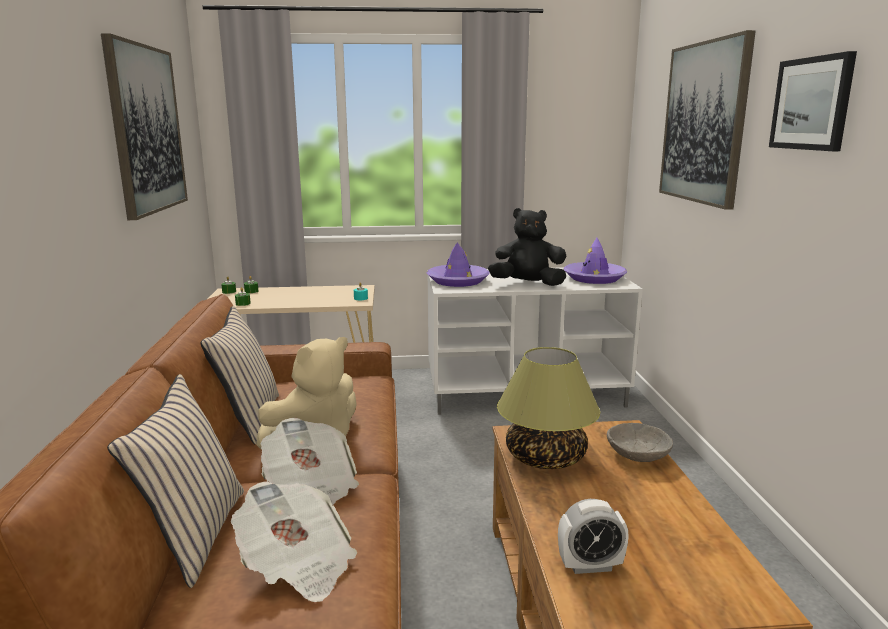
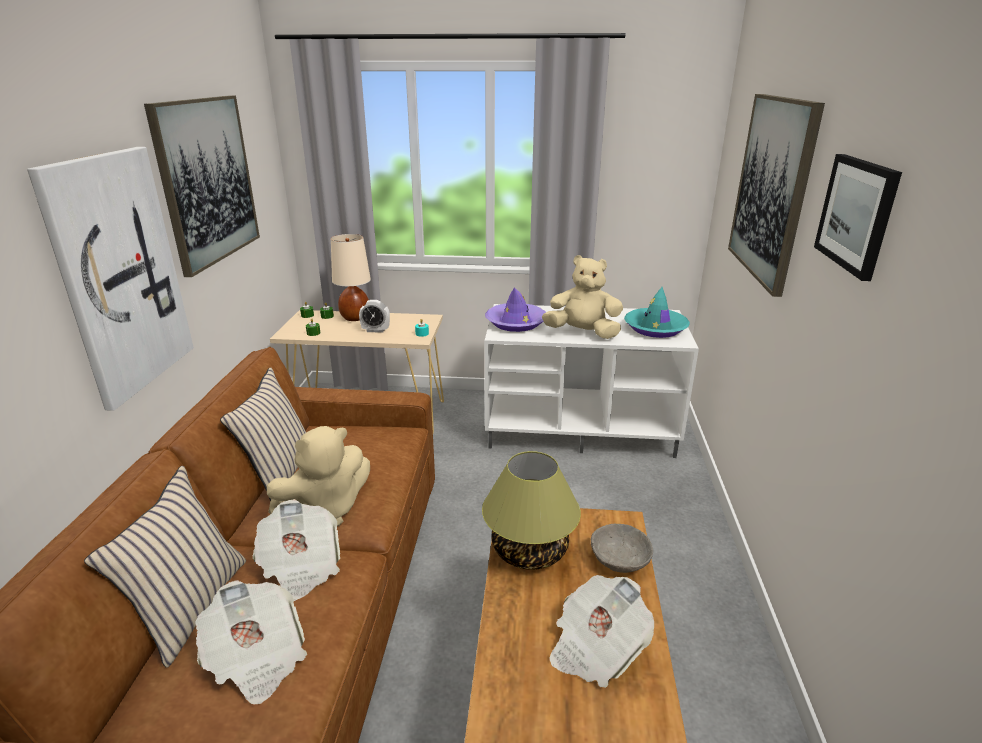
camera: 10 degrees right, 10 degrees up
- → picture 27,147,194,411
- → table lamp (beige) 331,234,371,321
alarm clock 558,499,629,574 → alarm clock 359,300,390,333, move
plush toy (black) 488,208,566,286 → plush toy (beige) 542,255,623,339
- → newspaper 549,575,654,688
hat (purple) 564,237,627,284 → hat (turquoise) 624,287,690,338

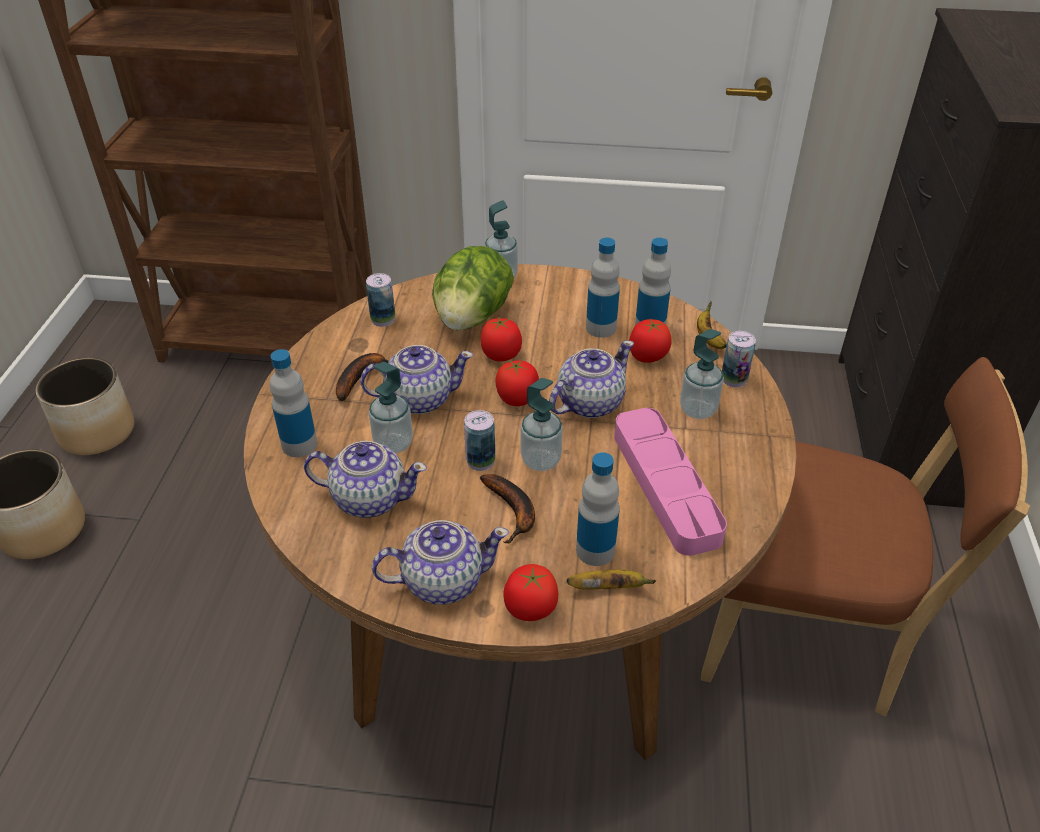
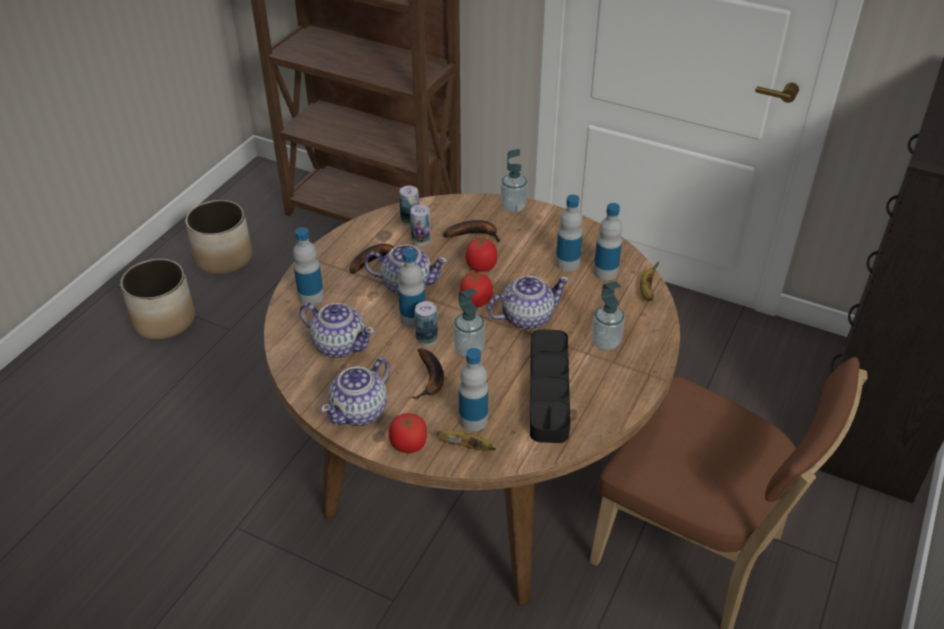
camera: 20 degrees right, 0 degrees up
teapot 372,520,509,604 → teapot 321,358,391,426, 120 degrees clockwise
- → bottle 398,248,425,328
can 722,331,756,388 → can 410,205,431,246, move
lettuce 432,246,514,331 → banana 443,220,500,242
tray (pink) 614,408,727,556 → tray (black) 530,329,570,443
soap dispenser 369,362,413,453 → -
tomato 629,318,672,363 → -

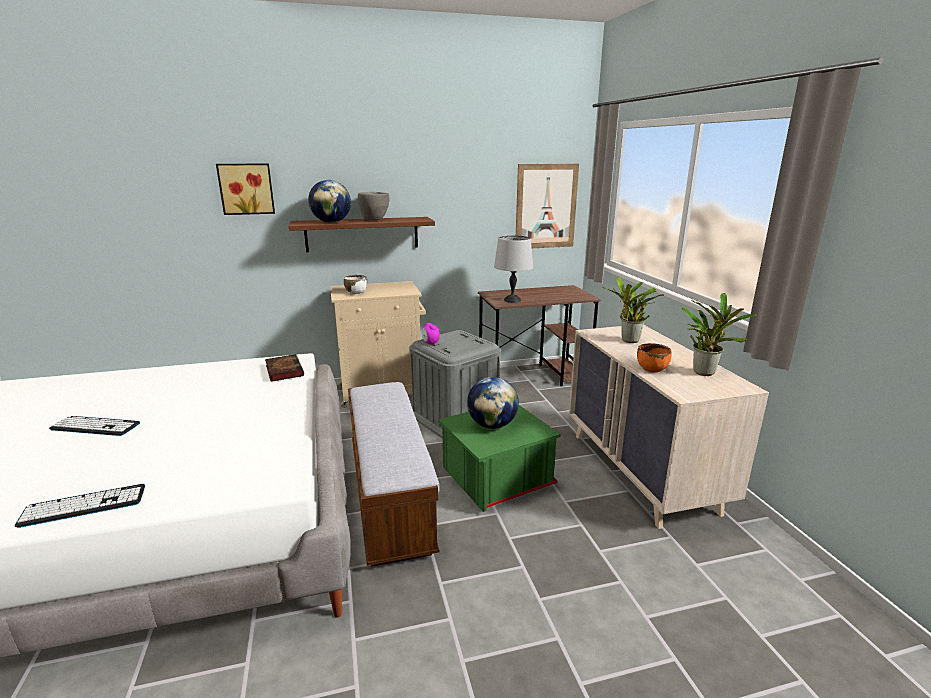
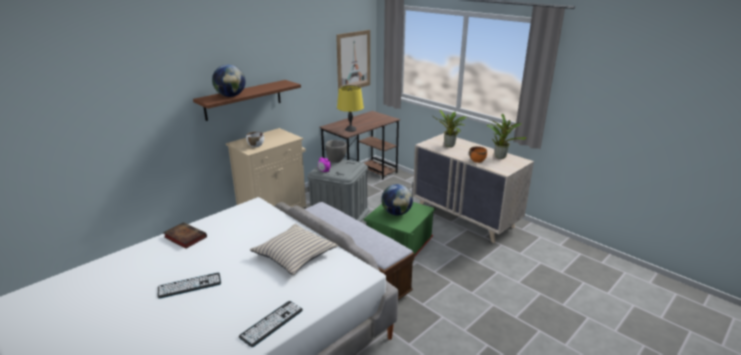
camera: 30 degrees left, 5 degrees up
book 265,354,304,382 → book 163,222,207,249, move
- → pillow (beige) 250,224,338,275
bowl (grey) 358,192,389,221 → bowl (grey) 325,140,347,162, move
table lamp (grey) 494,235,533,303 → table lamp (yellow) 337,85,364,132
picture 216,163,275,215 → -

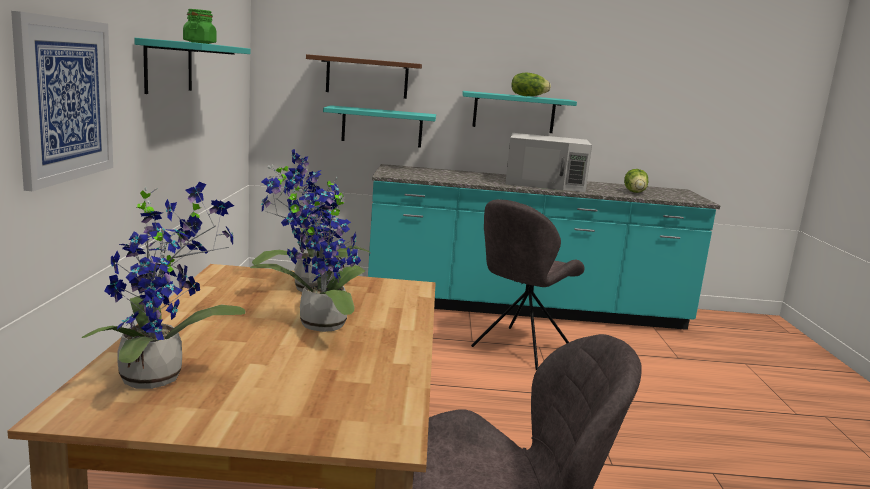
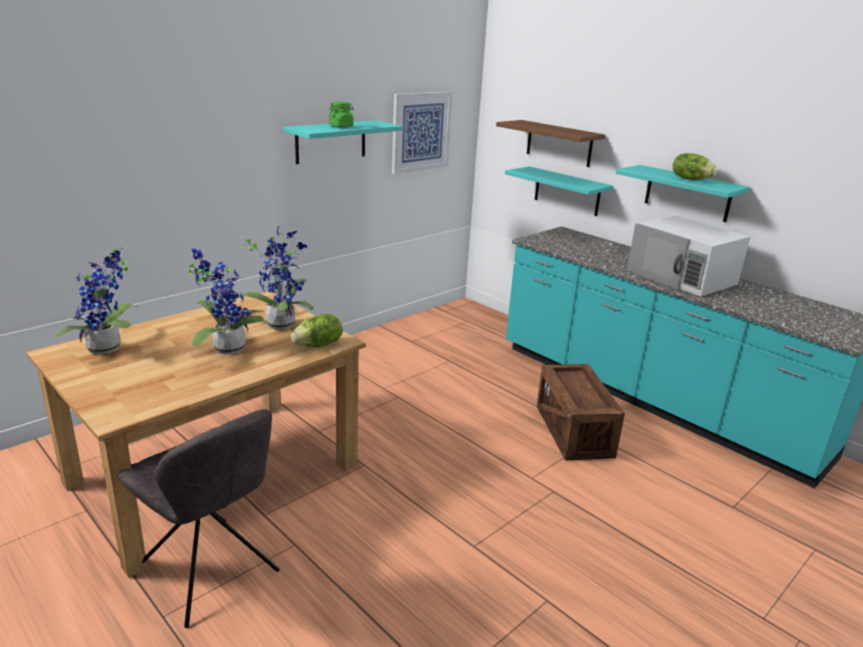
camera: 45 degrees right, 10 degrees up
lettuce 624,169,648,193 → lettuce 291,314,343,347, move
picture 11,11,113,191 → picture 392,92,453,174, move
chair (grey) 471,199,584,370 → crate 537,364,625,460

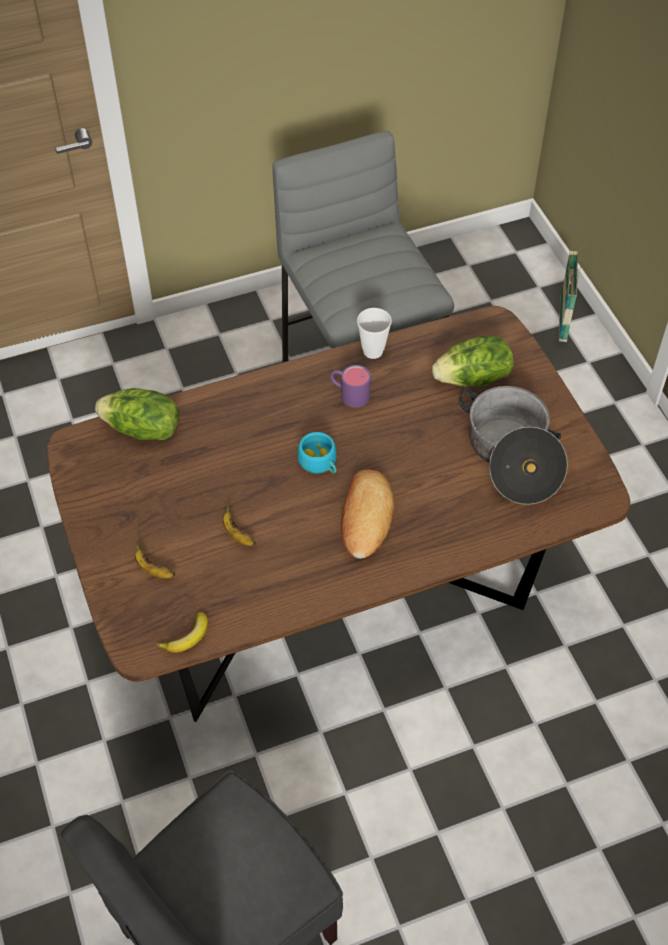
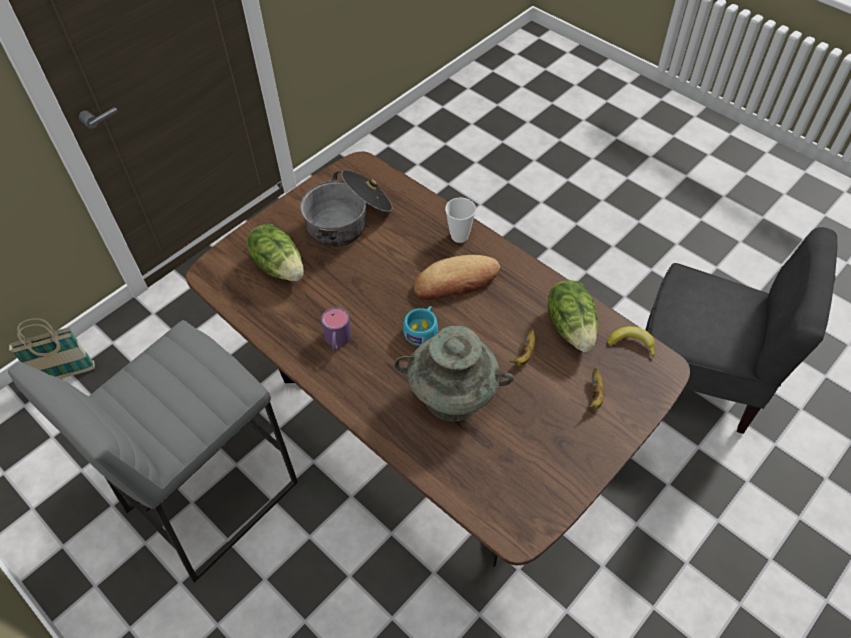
camera: 115 degrees left, 0 degrees up
- → vase (turquoise) 394,326,514,421
cup 357,308,392,359 → cup 445,198,476,243, move
lettuce 95,388,179,440 → lettuce 548,280,598,352, move

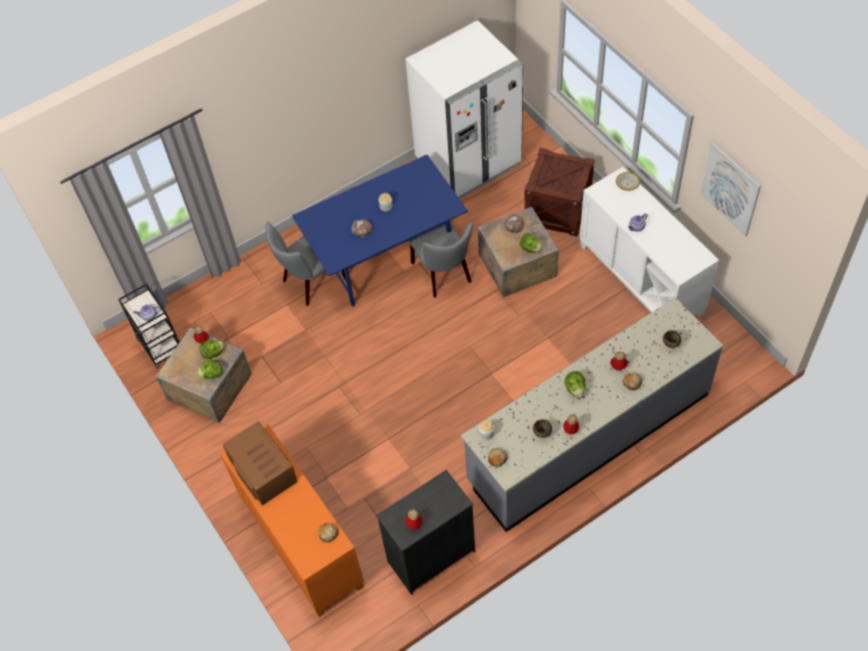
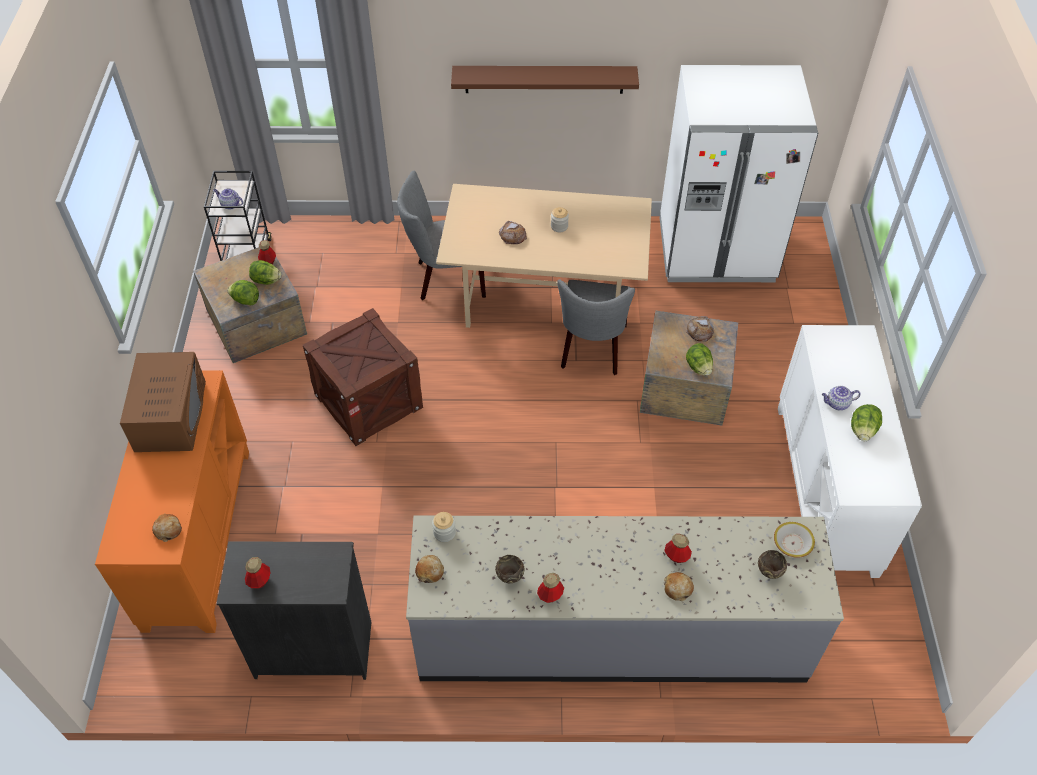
camera: 30 degrees right, 5 degrees down
crate 524,148,595,236 → crate 303,308,423,446, move
dining table (blue) 292,155,468,307 → dining table (beige) 436,184,652,328
- → shelf (brown) 451,66,639,94
bowl 616,172,640,191 → bowl 774,522,815,558, move
lettuce 564,371,586,398 → lettuce 851,404,882,441, move
picture 700,142,761,237 → -

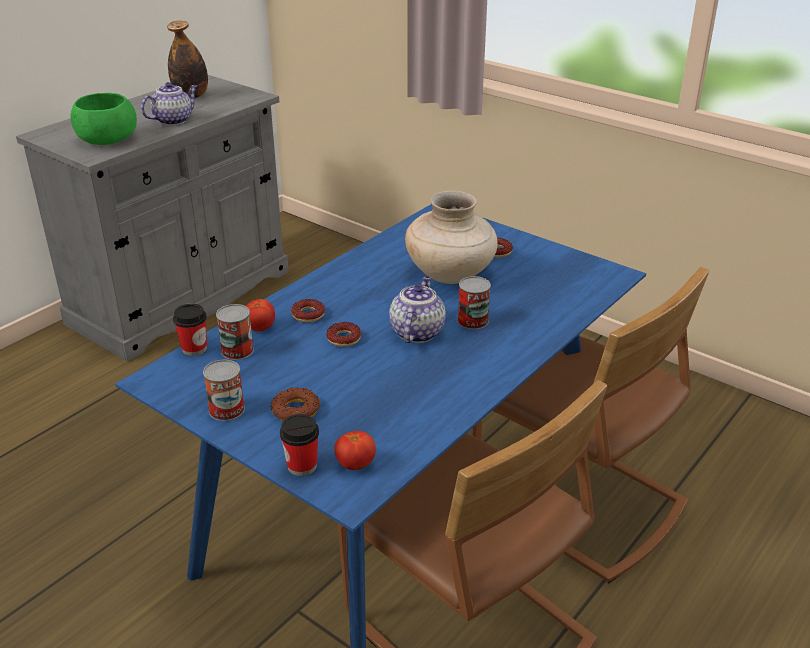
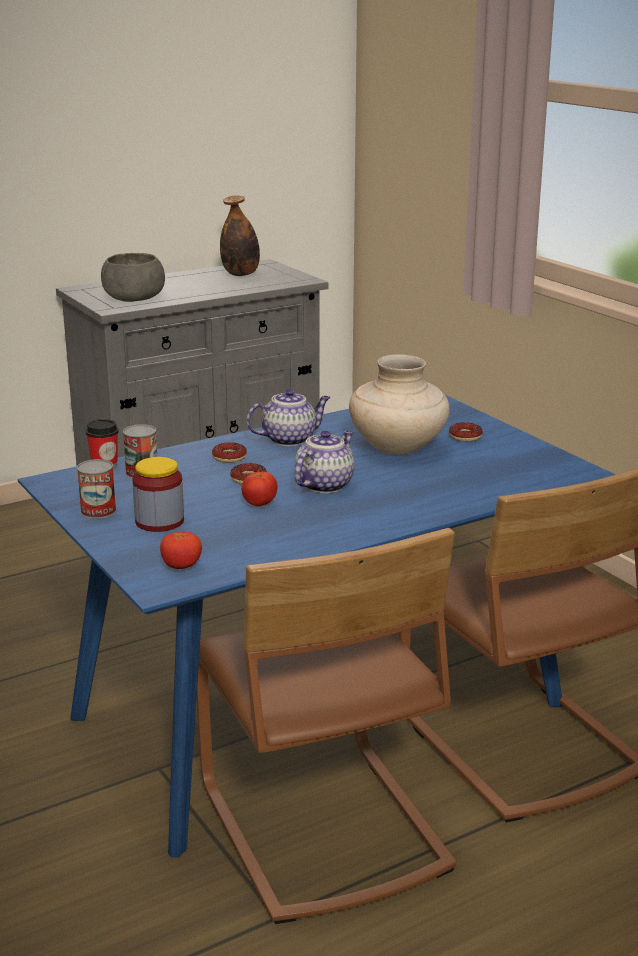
camera: 20 degrees right, 10 degrees down
bowl (green) 70,93,137,145 → bowl (grey) 101,253,165,302
donut 271,387,320,421 → jar 132,457,184,532
tomato 246,299,275,332 → tomato 241,471,278,506, move
teapot 141,82,198,125 → teapot 246,389,330,446, move
cup 280,414,319,476 → -
can 458,276,491,330 → -

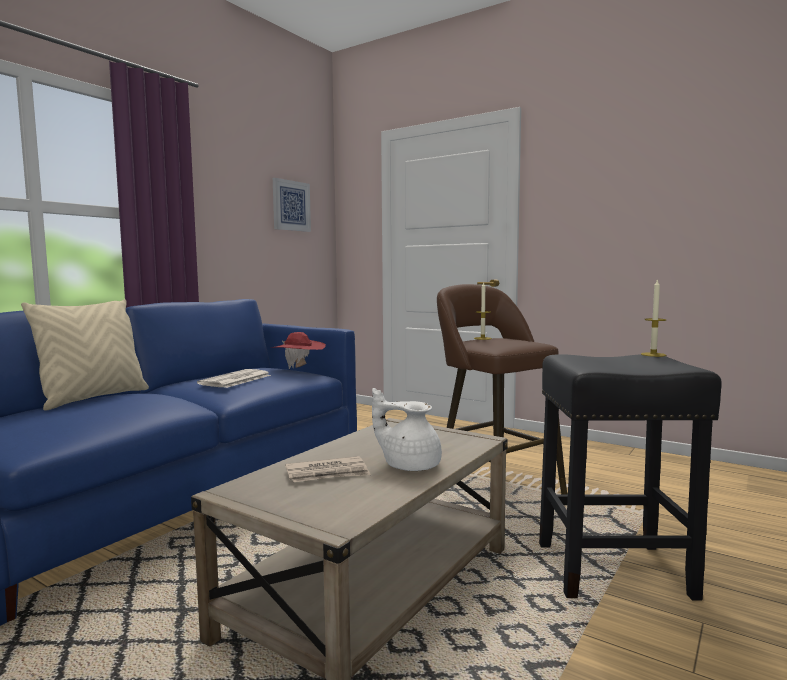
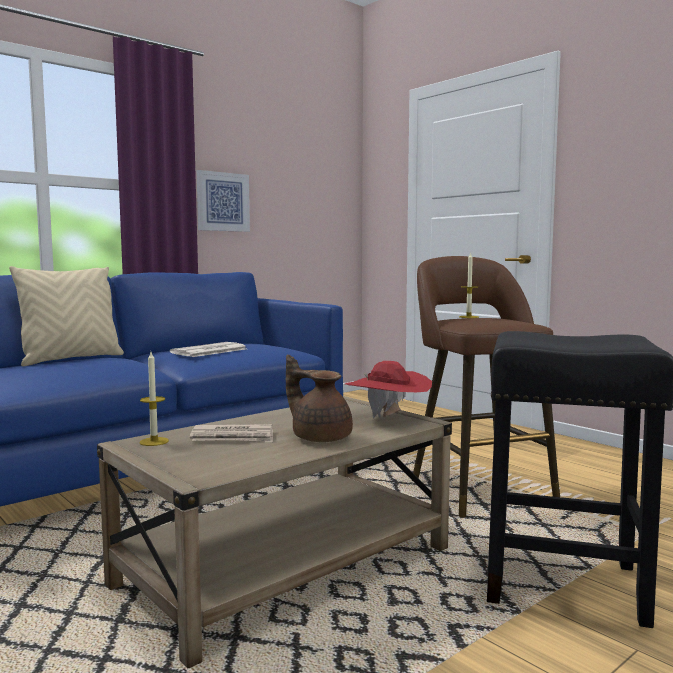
camera: 15 degrees right, 0 degrees up
candle 641,279,666,357 → candle 140,352,169,446, move
picture 273,178,311,232 → picture 197,170,250,232, move
teapot (white) 372,388,442,471 → teapot (brown) 286,355,353,442
hat (red) 270,332,326,369 → hat (red) 345,361,432,418, move

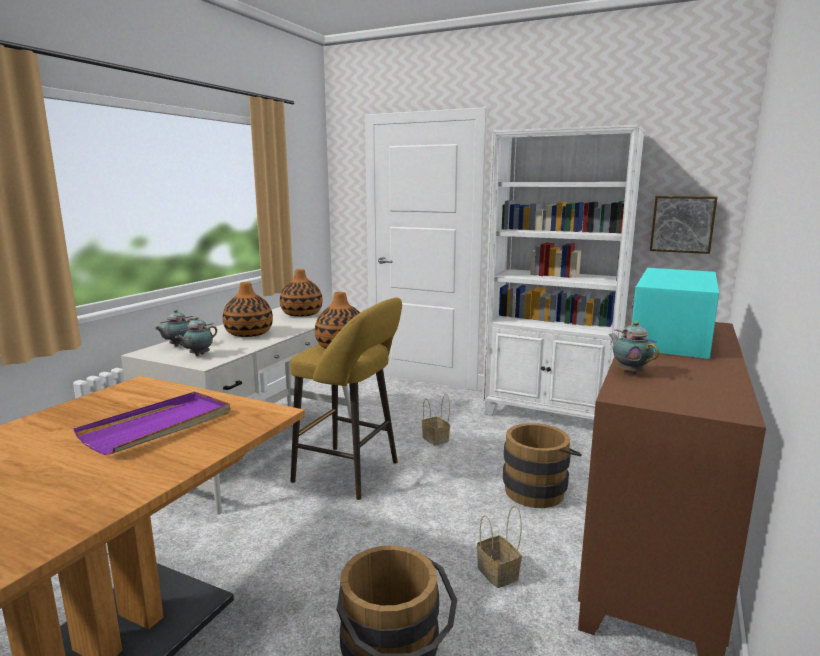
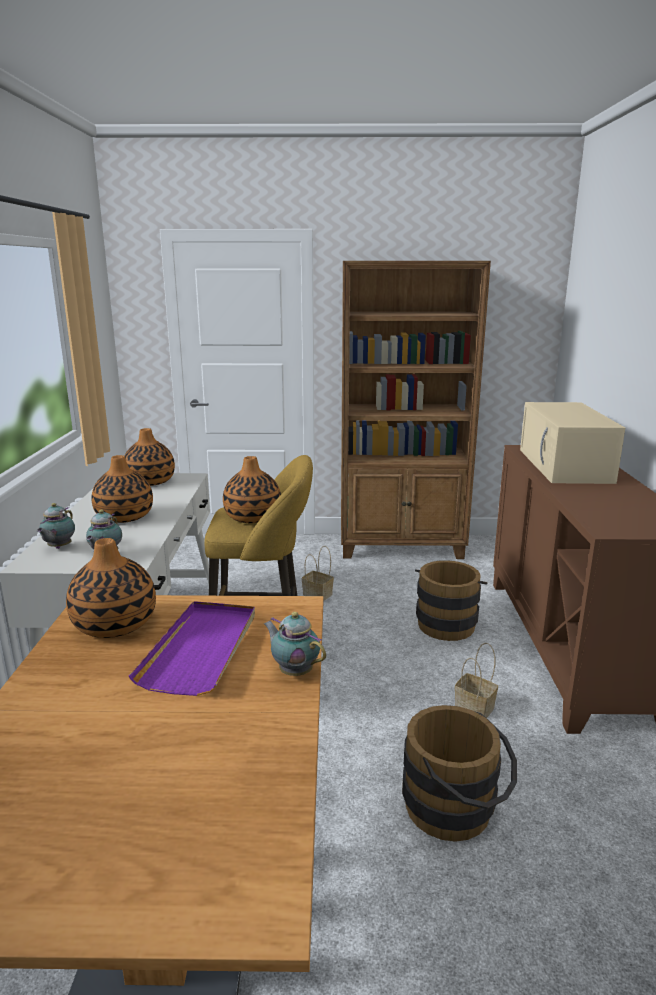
camera: 25 degrees left, 5 degrees up
- → vase 66,538,156,638
teapot 609,321,659,374 → teapot 264,612,326,676, move
bookcase (white) 483,125,644,420 → bookcase (brown) 341,261,491,559
microwave (turquoise) 631,268,719,359 → microwave (beige) 520,402,625,484
picture 650,196,718,254 → -

